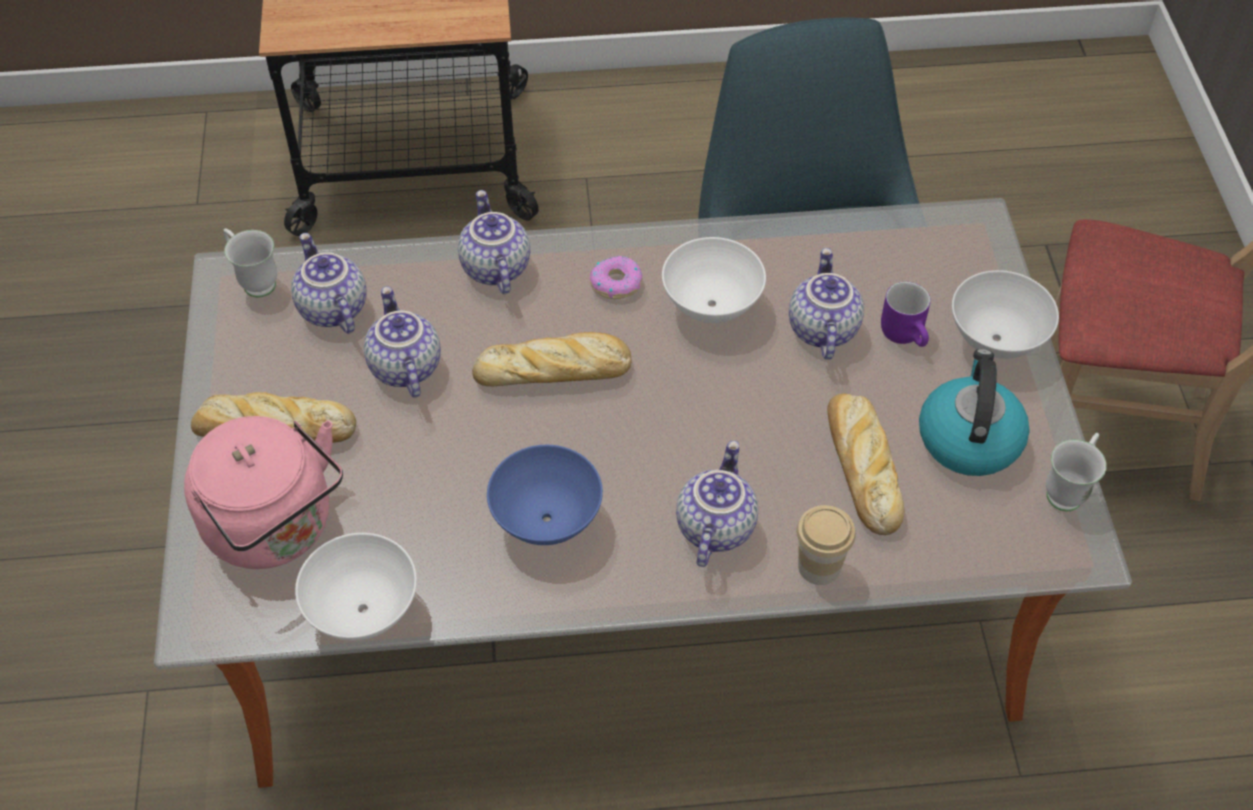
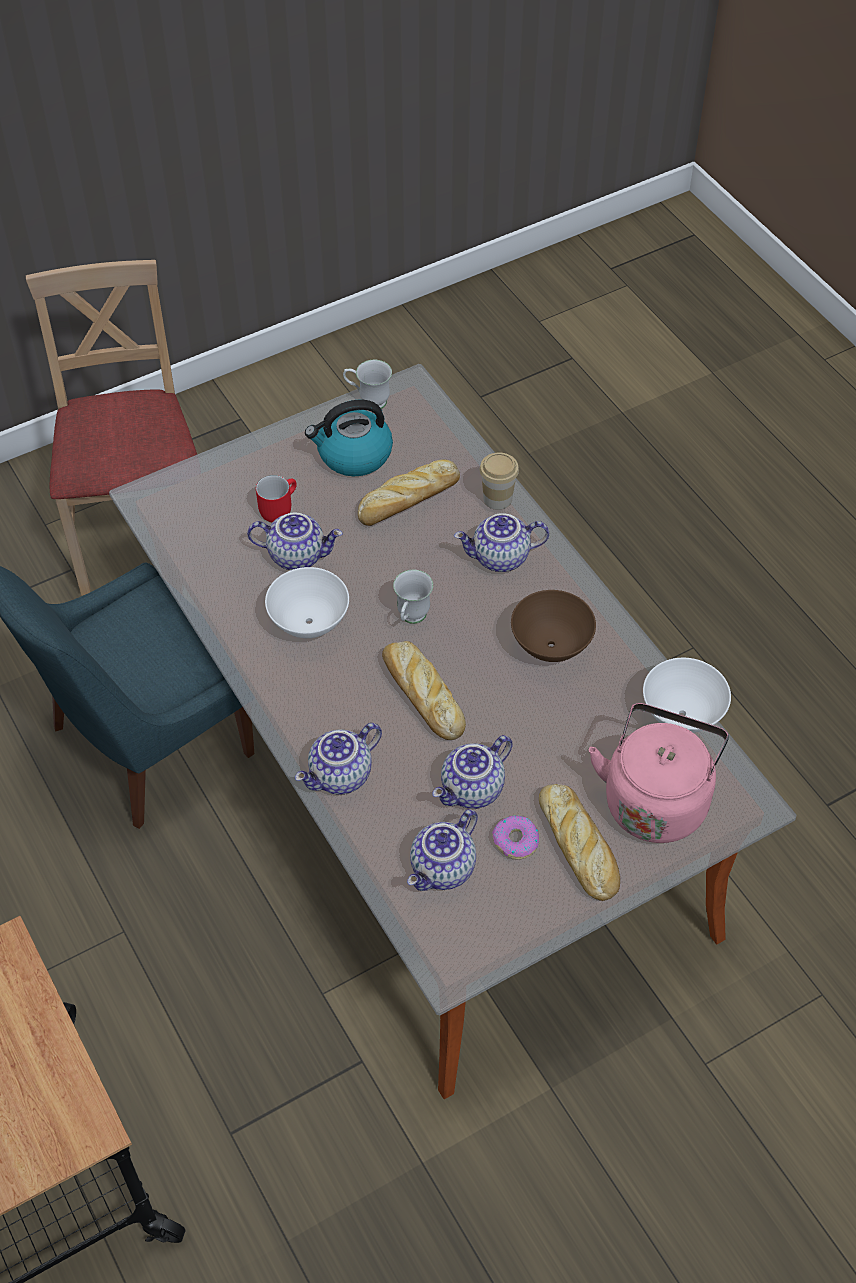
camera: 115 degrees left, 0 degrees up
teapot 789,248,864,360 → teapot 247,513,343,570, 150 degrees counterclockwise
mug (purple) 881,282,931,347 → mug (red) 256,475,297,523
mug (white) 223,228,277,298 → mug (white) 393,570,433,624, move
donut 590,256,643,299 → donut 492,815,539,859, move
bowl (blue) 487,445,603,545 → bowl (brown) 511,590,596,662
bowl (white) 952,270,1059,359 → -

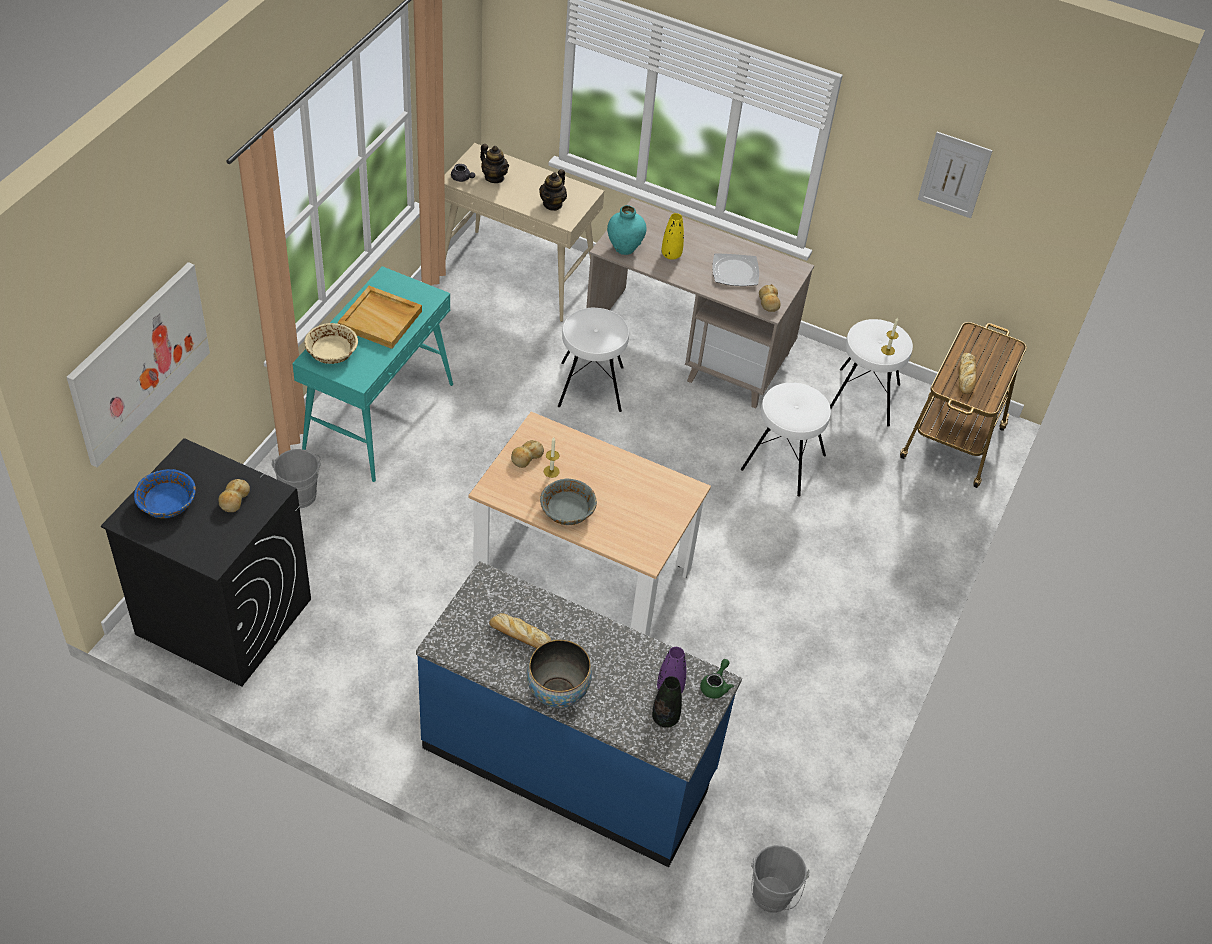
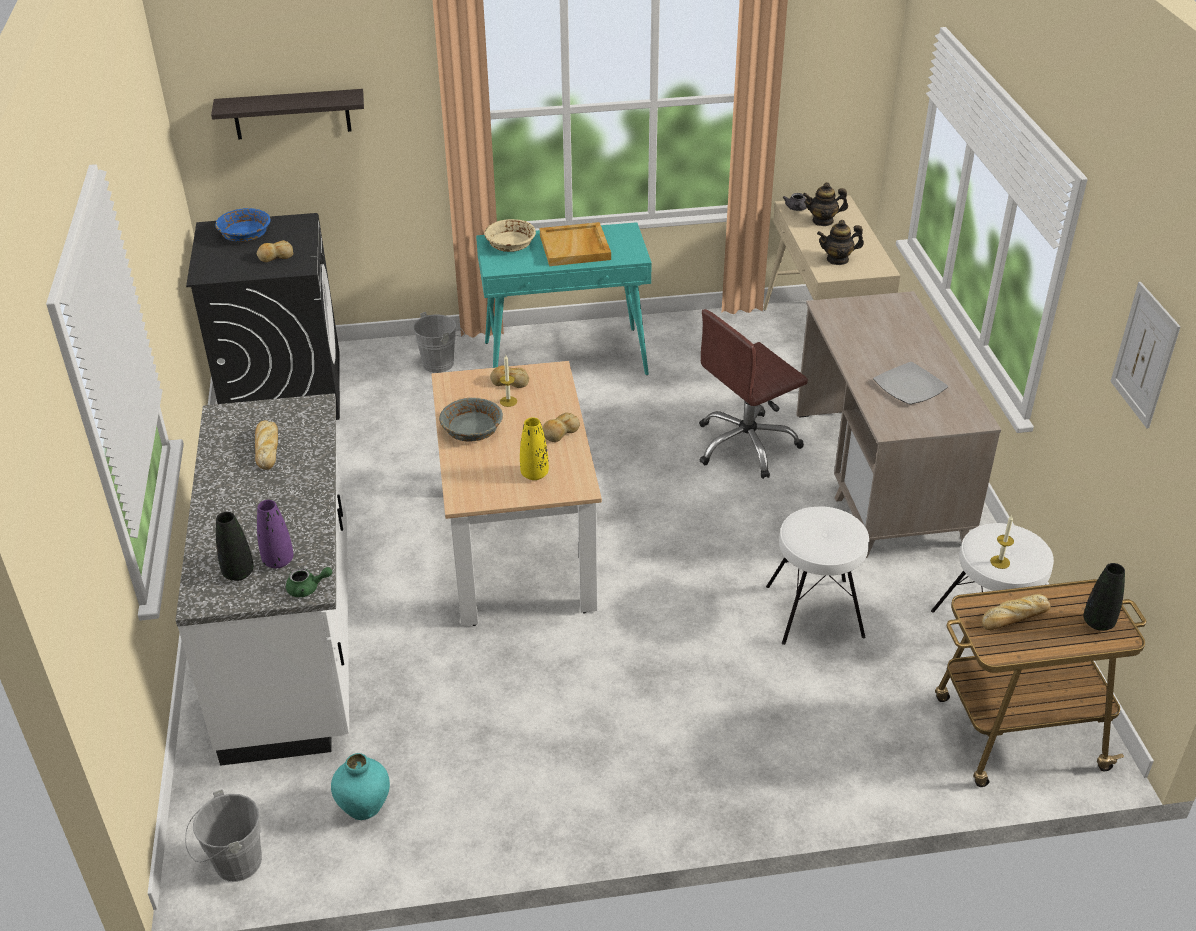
camera: 60 degrees right, 10 degrees down
counter (blue) 416,561,742,867 → counter (white) 176,393,349,766
picture 67,262,210,467 → shelf 211,89,364,140
vase (turquoise) 607,205,647,255 → vase (turquoise) 331,753,390,820, move
vase (yellow) 661,213,684,260 → vase (yellow) 520,418,549,480, move
bread 759,284,781,312 → bread 543,412,580,442, move
stool (white) 558,307,629,412 → office chair (brown) 699,309,808,479
teapot 480,144,509,183 → teapot 803,182,848,226, 75 degrees clockwise
- → vase (black) 1083,563,1125,631
bowl 527,640,592,708 → -

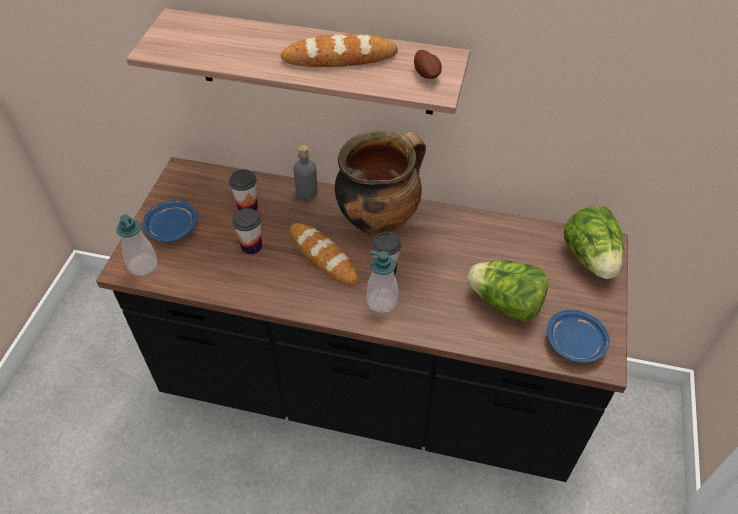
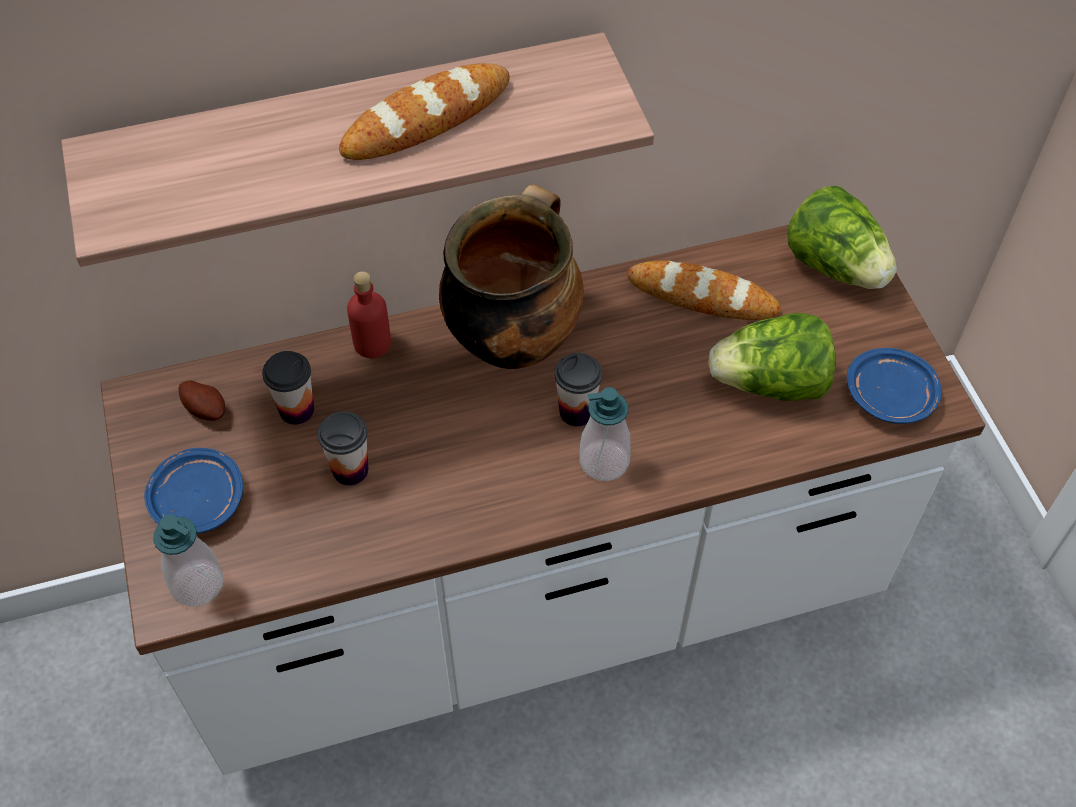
camera: 30 degrees left, 5 degrees up
counter (black) 96,157,628,482 → counter (white) 100,225,985,775
potato 414,50,442,79 → potato 179,380,225,421, move
bottle (grey) 294,145,318,200 → bottle (red) 347,272,391,358
bread 290,223,358,286 → bread 627,260,781,320, move

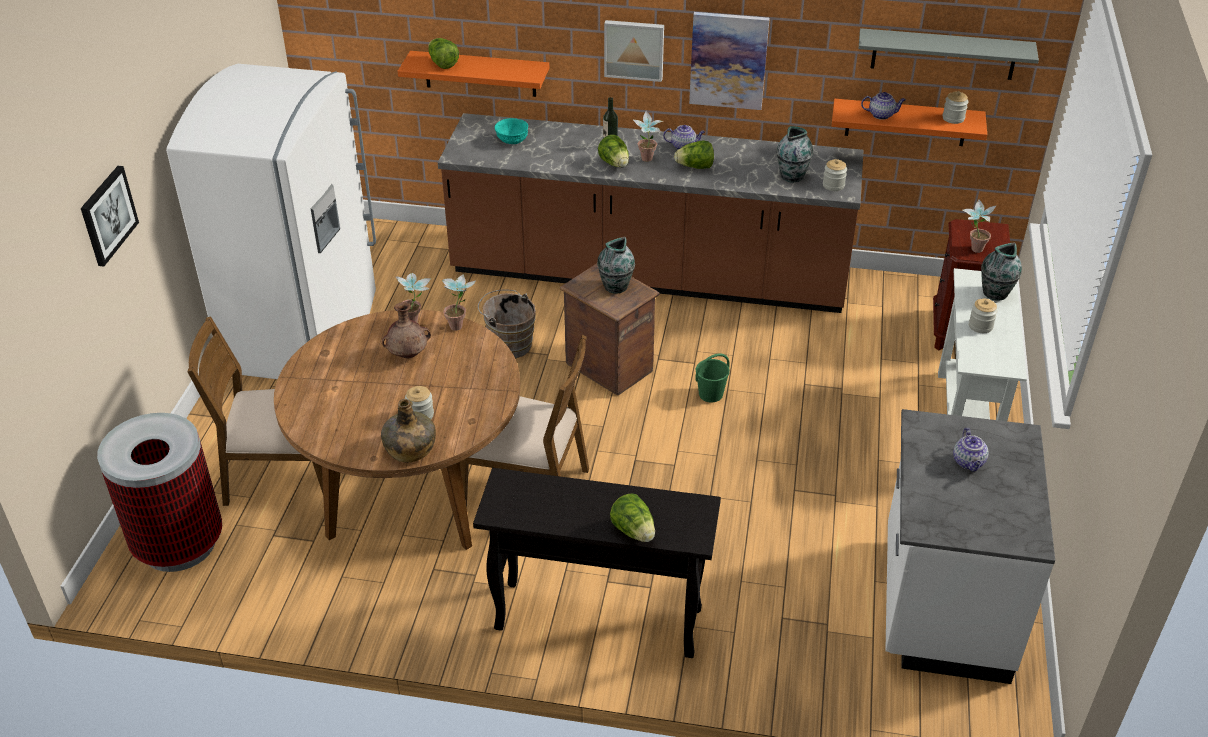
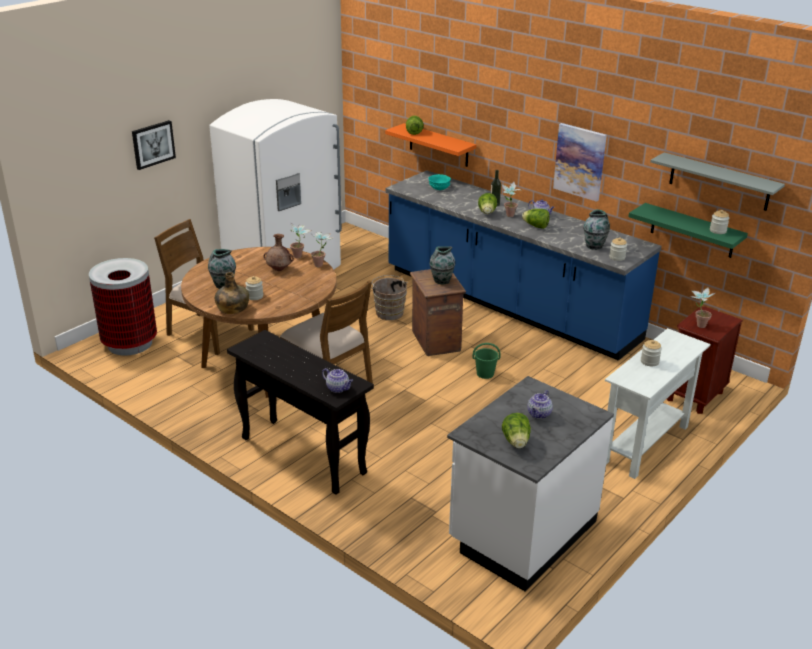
camera: 30 degrees right, 10 degrees down
vase 981,243,1022,301 → vase 208,249,236,289, move
teapot 861,92,906,120 → teapot 322,368,353,393, move
counter (brown) 438,113,863,313 → counter (blue) 385,170,662,361
lettuce 610,494,655,542 → lettuce 502,413,531,449, move
shelf (orange) 832,99,987,146 → shelf (green) 628,203,748,258
picture 604,20,664,82 → -

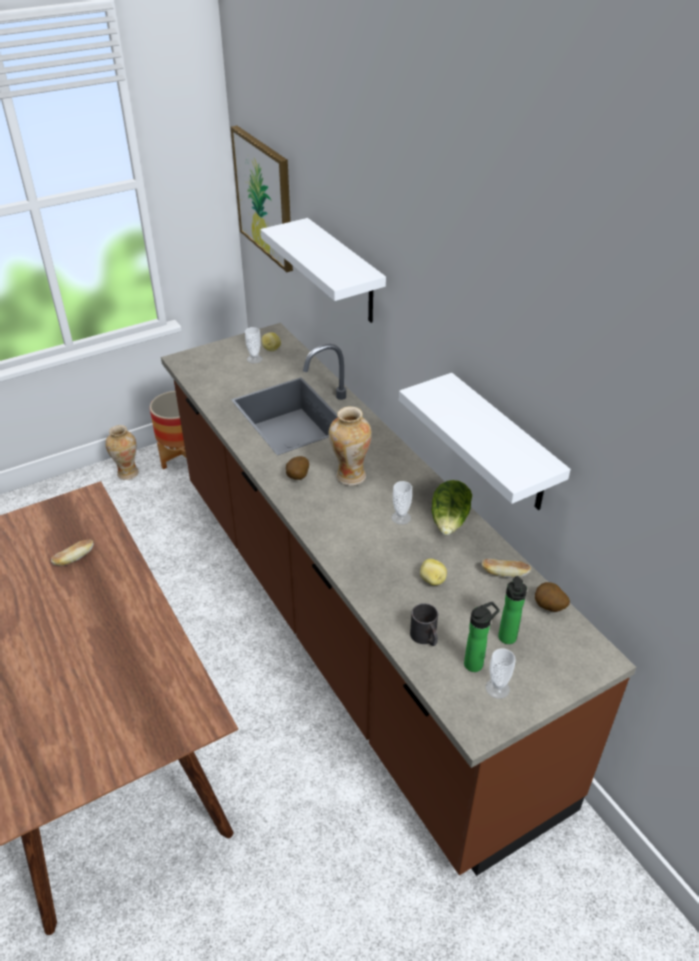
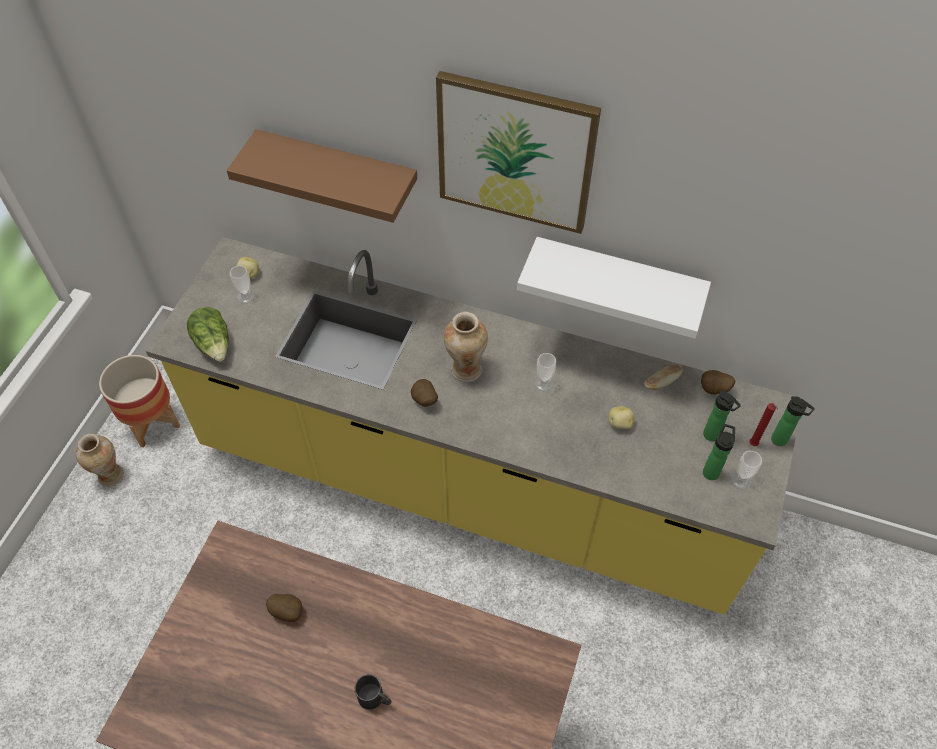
camera: 40 degrees left, 15 degrees up
counter (brown) 161,323,636,876 → counter (yellow) 146,237,803,615
lettuce 432,480,472,536 → lettuce 187,307,229,362, move
shelf (white) 261,218,386,323 → shelf (brown) 227,129,417,223
bread 51,539,94,566 → potato 266,594,303,622
mug (black) 410,603,438,646 → mug (black) 355,674,391,710, move
picture 231,126,293,272 → picture 436,71,601,234, move
- → candle (red) 749,403,778,446
- → bottle 771,396,815,446

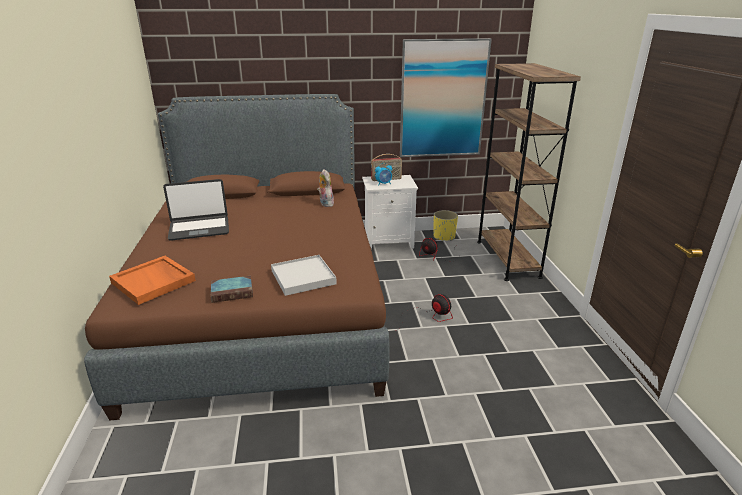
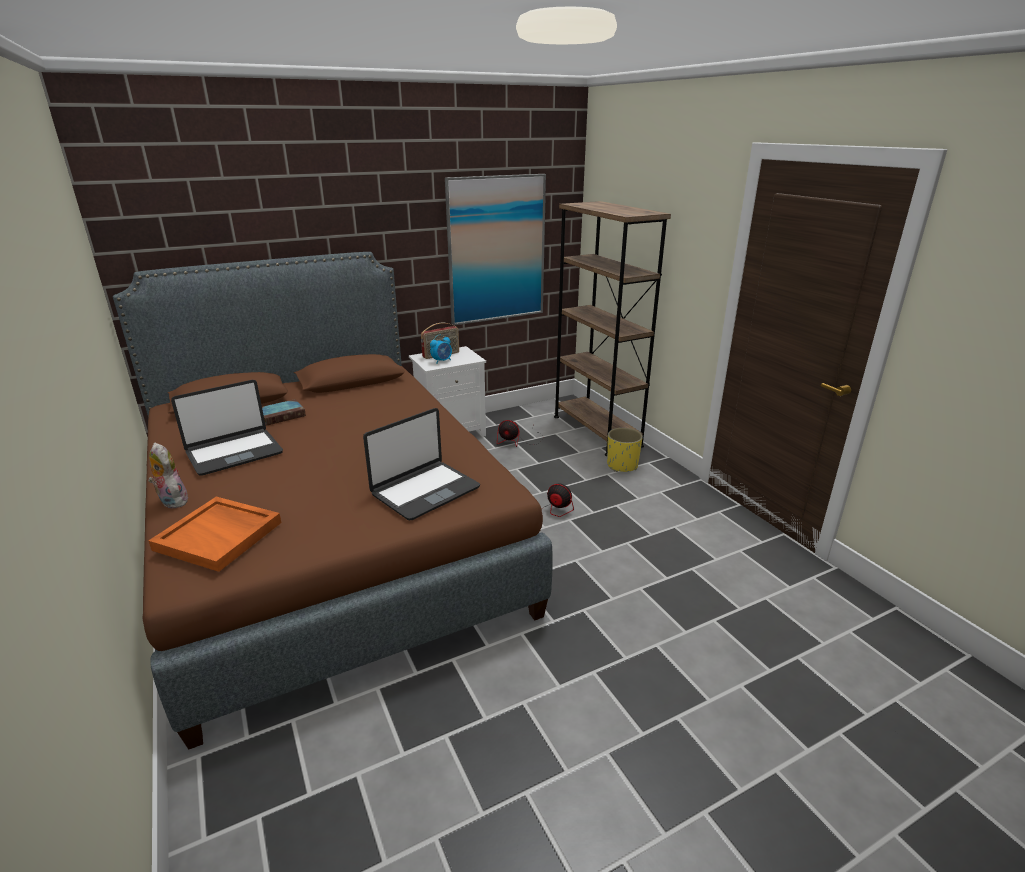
camera: 20 degrees left, 0 degrees up
plush toy 317,169,334,207 → plush toy 148,442,188,508, move
book 211,276,253,303 → book 262,399,306,426, move
tray (white) 271,255,337,296 → laptop 363,408,480,520
planter (yellow) 433,210,458,241 → planter (yellow) 607,428,643,472, move

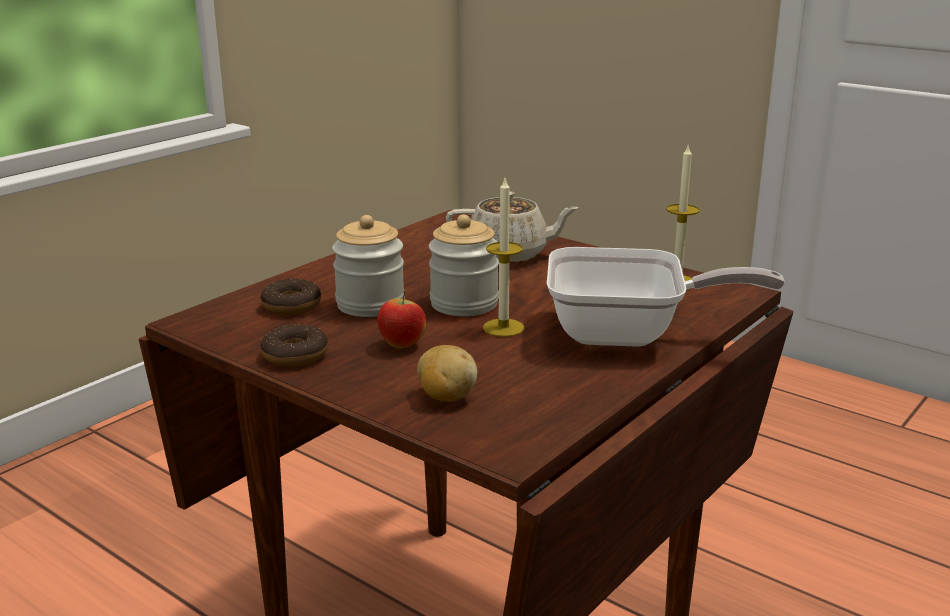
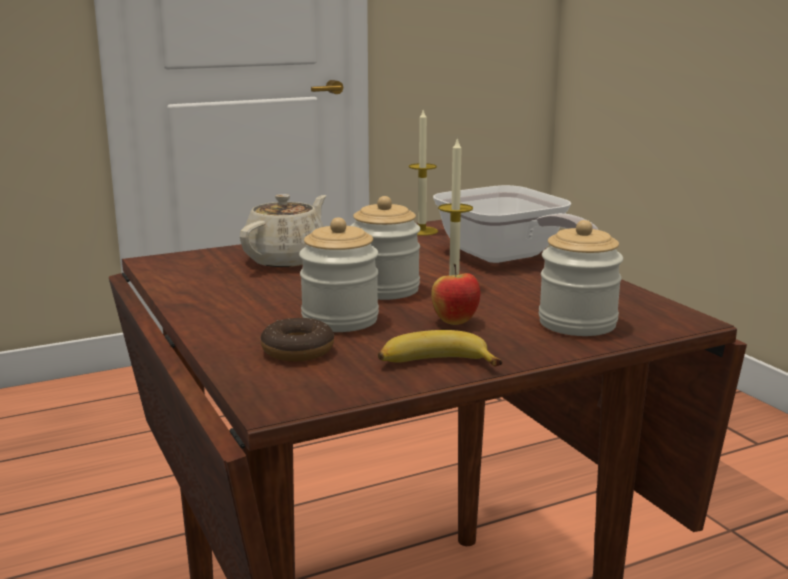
camera: 65 degrees left, 5 degrees down
donut 261,324,328,367 → banana 378,330,502,366
frying pan 547,247,785,347 → frying pan 433,185,598,263, 120 degrees clockwise
potato 417,345,477,402 → jar 539,220,623,336

